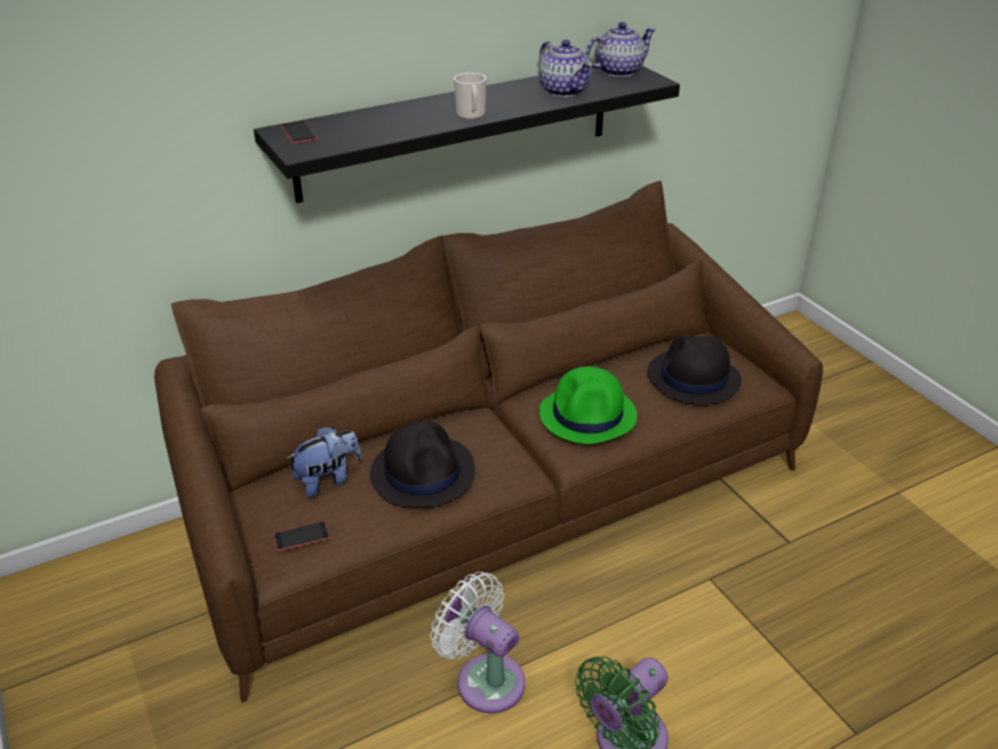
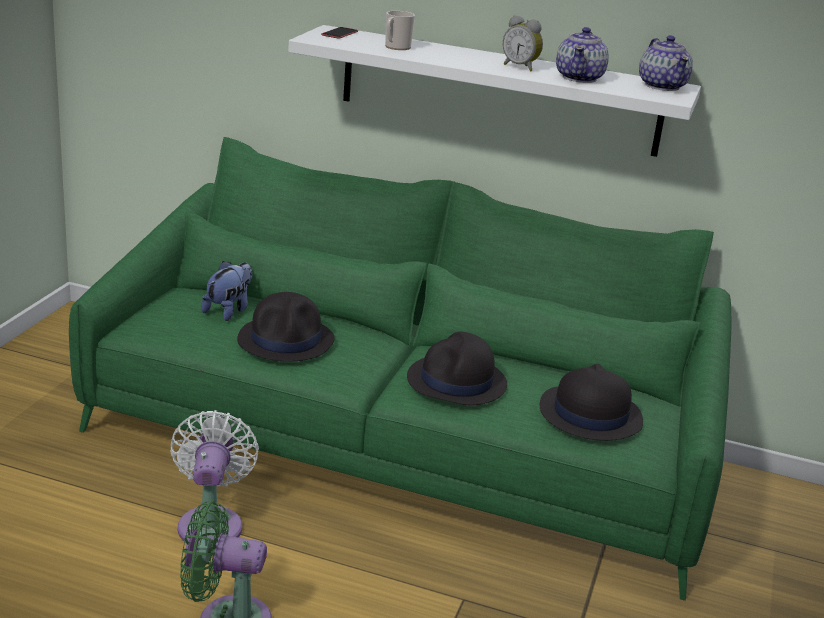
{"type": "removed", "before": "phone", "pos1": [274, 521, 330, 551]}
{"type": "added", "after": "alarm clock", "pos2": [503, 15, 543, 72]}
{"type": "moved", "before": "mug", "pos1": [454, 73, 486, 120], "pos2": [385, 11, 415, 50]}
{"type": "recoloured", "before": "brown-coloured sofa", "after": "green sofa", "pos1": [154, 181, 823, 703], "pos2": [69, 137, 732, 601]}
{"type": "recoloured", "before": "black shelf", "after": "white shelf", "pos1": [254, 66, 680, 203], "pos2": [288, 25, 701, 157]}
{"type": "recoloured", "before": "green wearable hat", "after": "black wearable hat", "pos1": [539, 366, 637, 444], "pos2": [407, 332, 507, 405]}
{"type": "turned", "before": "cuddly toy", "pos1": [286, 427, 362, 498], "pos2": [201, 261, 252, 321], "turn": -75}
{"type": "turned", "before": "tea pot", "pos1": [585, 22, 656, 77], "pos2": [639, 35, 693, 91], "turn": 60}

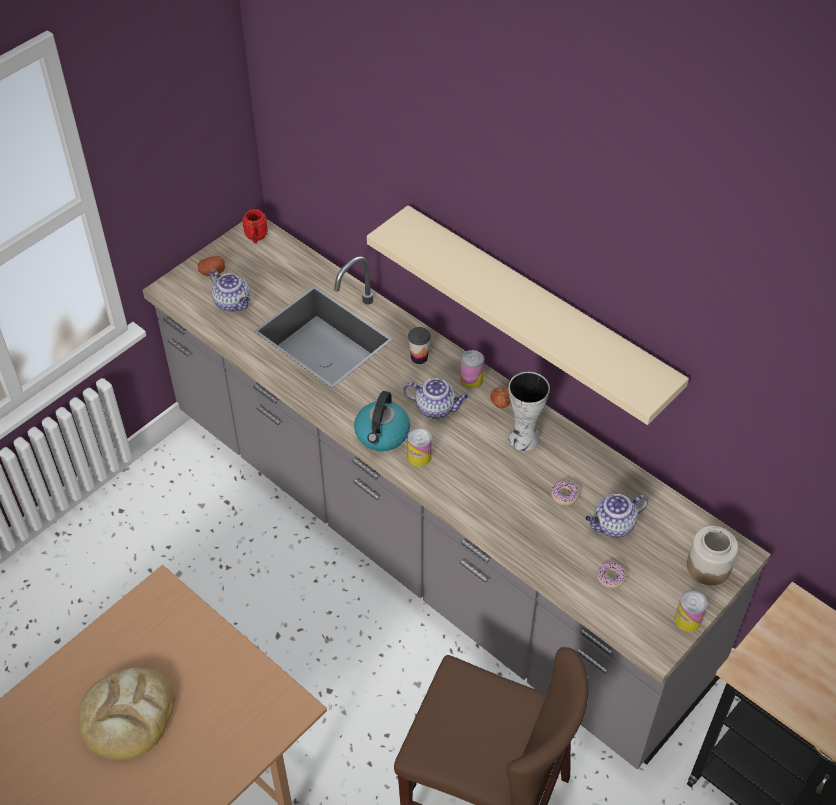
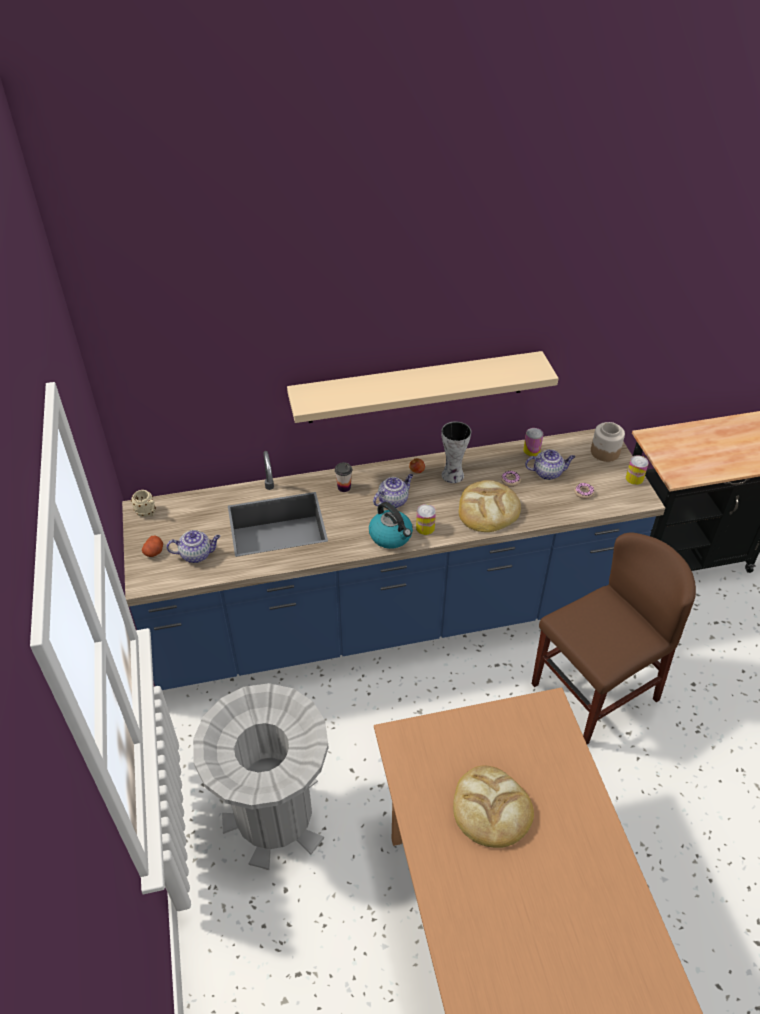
{"type": "added", "after": "grey rubbish bin", "pos2": [193, 683, 328, 870]}
{"type": "added", "after": "bakery bread", "pos2": [459, 480, 521, 532]}
{"type": "moved", "before": "can", "pos1": [460, 350, 484, 388], "pos2": [523, 428, 543, 456]}
{"type": "recoloured", "before": "grey kitchen base unit", "after": "blue-coloured kitchen base unit", "pos1": [143, 219, 771, 769], "pos2": [122, 429, 665, 690]}
{"type": "recoloured", "before": "red-coloured mug", "after": "beige mug", "pos1": [242, 209, 268, 243], "pos2": [131, 490, 156, 517]}
{"type": "turned", "before": "tea pot", "pos1": [585, 494, 648, 538], "pos2": [525, 449, 575, 480], "turn": -105}

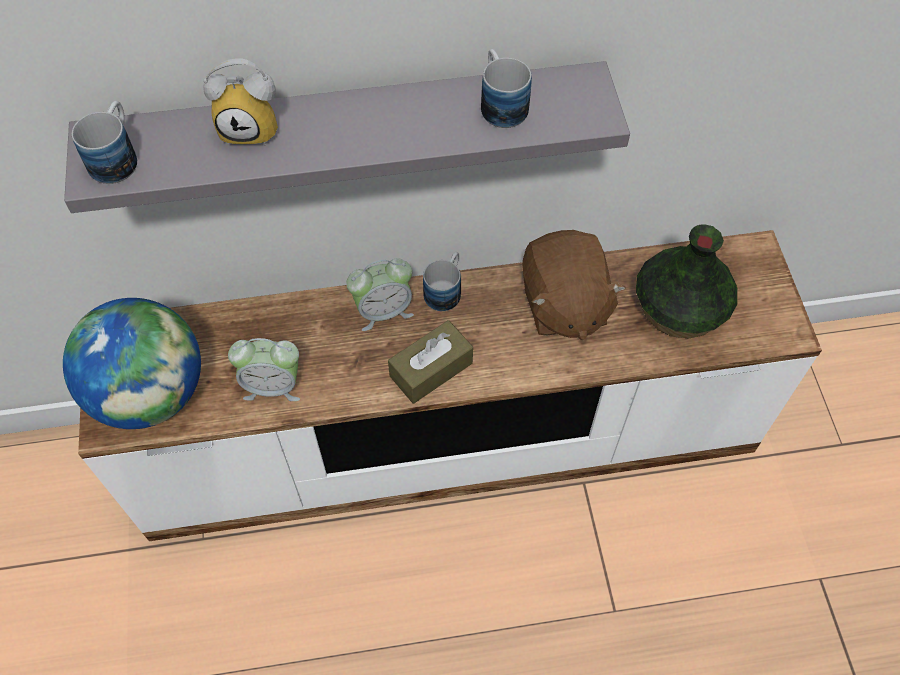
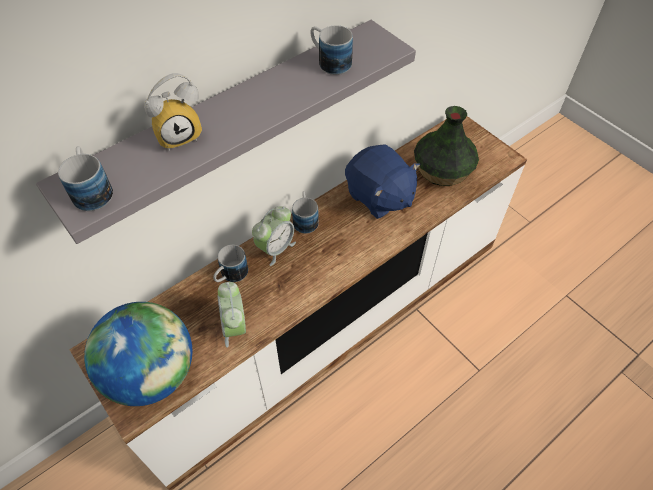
{"type": "removed", "before": "brown-coloured tissue box", "pos1": [388, 320, 473, 404]}
{"type": "added", "after": "mug", "pos2": [213, 245, 248, 282]}
{"type": "recoloured", "before": "brown-coloured cuddly toy", "after": "blue-coloured cuddly toy", "pos1": [522, 230, 626, 340], "pos2": [345, 144, 420, 219]}
{"type": "turned", "before": "alarm clock", "pos1": [228, 338, 300, 401], "pos2": [217, 282, 246, 348], "turn": 105}

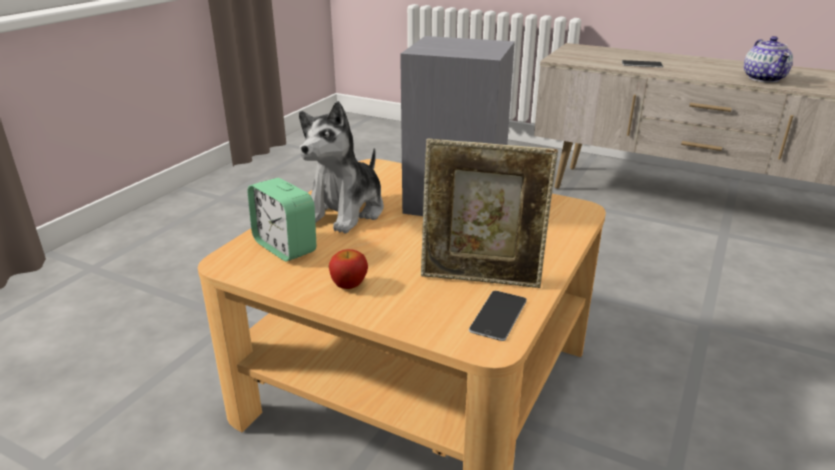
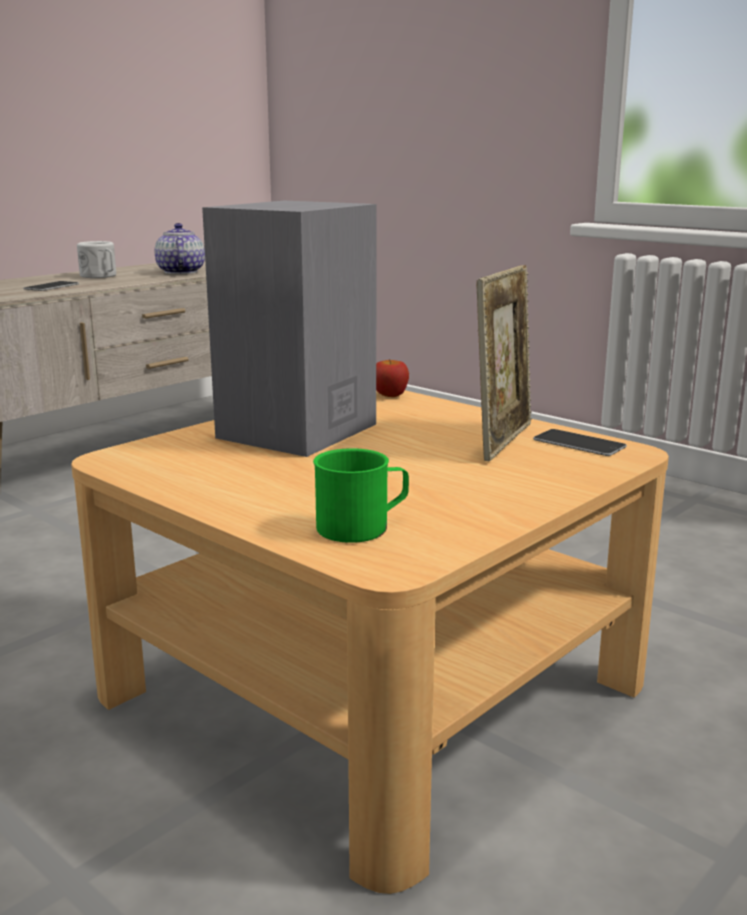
{"type": "removed", "before": "cuddly toy", "pos1": [299, 101, 384, 234]}
{"type": "added", "after": "white mug", "pos2": [77, 241, 116, 278]}
{"type": "moved", "before": "whole apple", "pos1": [329, 249, 368, 289], "pos2": [376, 359, 409, 397]}
{"type": "replaced", "before": "alarm clock", "after": "green mug", "pos1": [248, 178, 317, 261], "pos2": [313, 448, 409, 543]}
{"type": "turned", "before": "tea pot", "pos1": [744, 36, 793, 83], "pos2": [155, 223, 205, 274], "turn": -120}

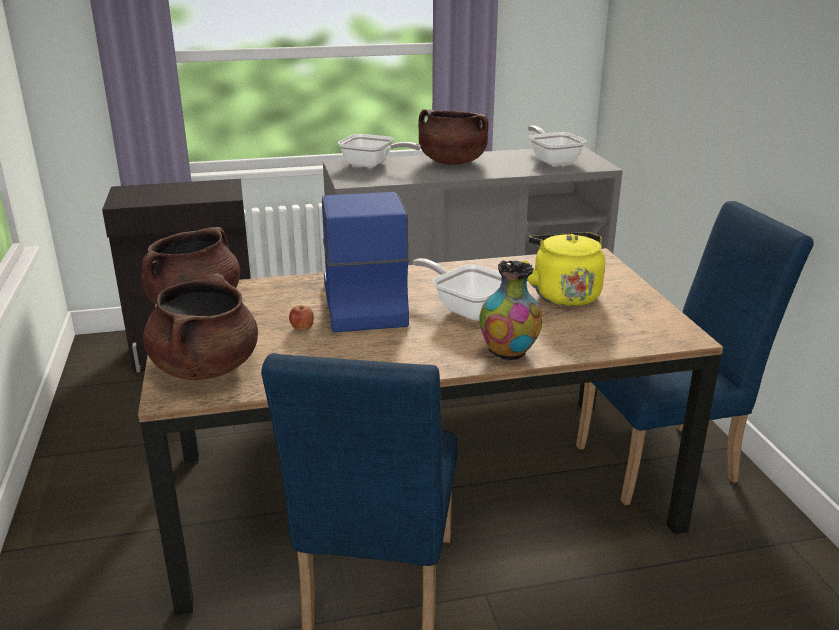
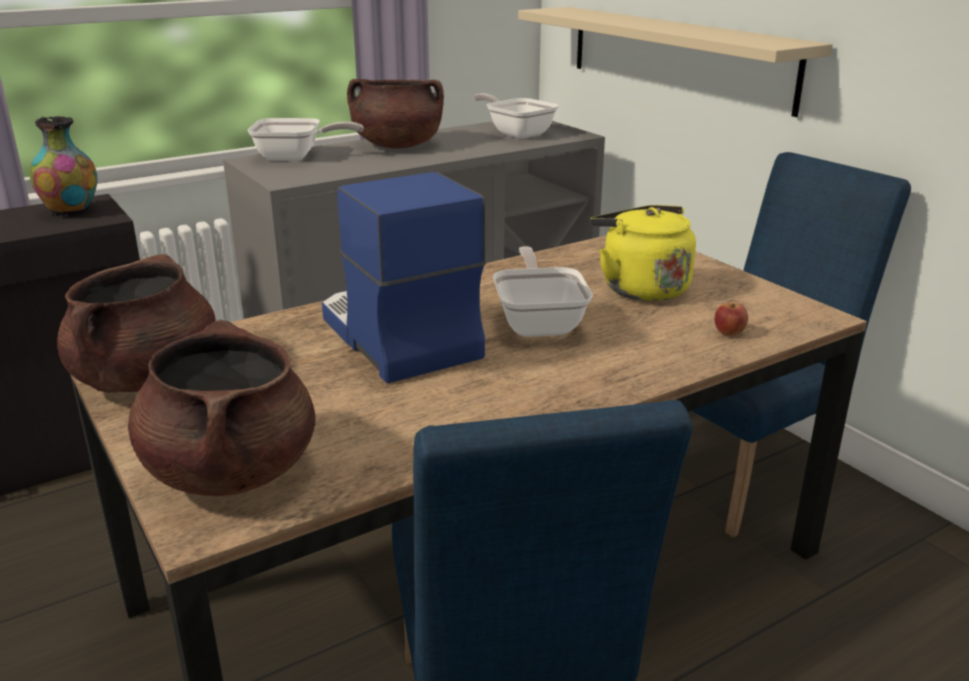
{"type": "added", "after": "beige shelf", "pos2": [518, 7, 833, 117]}
{"type": "moved", "before": "whole apple", "pos1": [289, 305, 314, 330], "pos2": [715, 302, 748, 336]}
{"type": "moved", "before": "decorative vase", "pos1": [479, 261, 543, 361], "pos2": [30, 116, 97, 216]}
{"type": "turned", "before": "pan", "pos1": [413, 258, 502, 320], "pos2": [493, 246, 593, 337], "turn": 60}

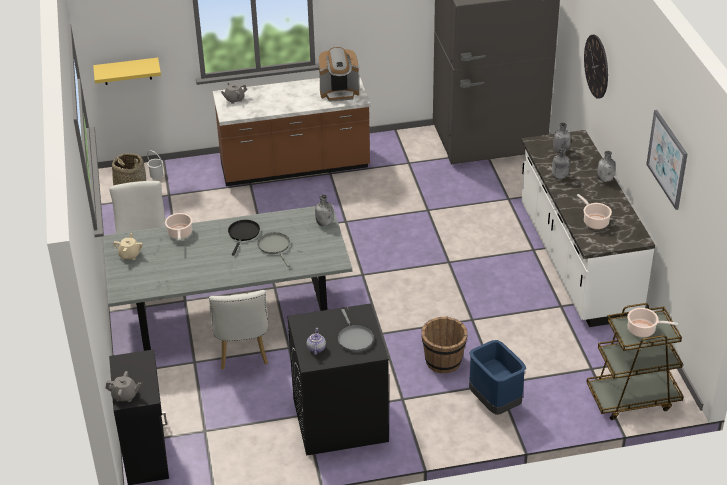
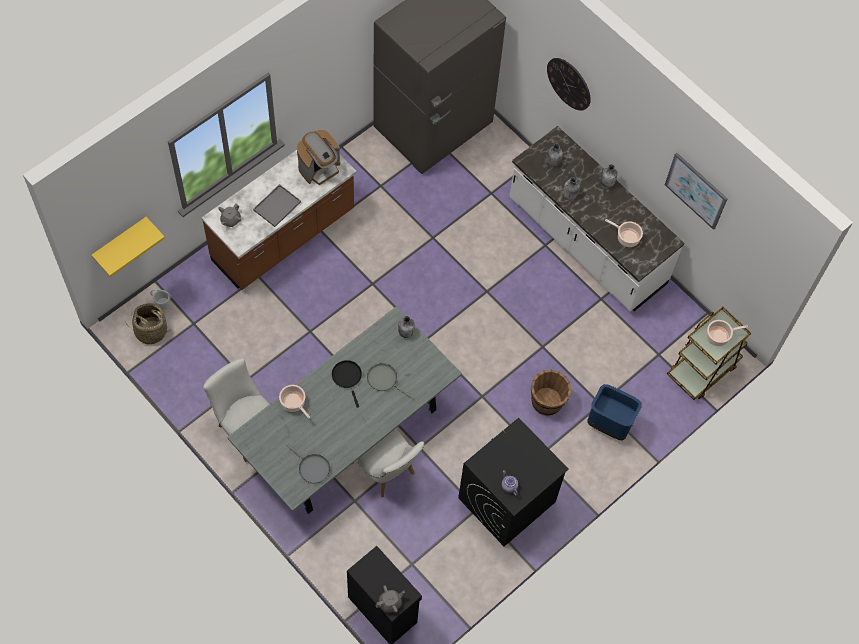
{"type": "removed", "before": "beige tea pot", "pos1": [113, 233, 143, 260]}
{"type": "added", "after": "grey serving tray", "pos2": [253, 184, 301, 227]}
{"type": "moved", "before": "grey pan", "pos1": [338, 309, 374, 352], "pos2": [286, 444, 330, 483]}

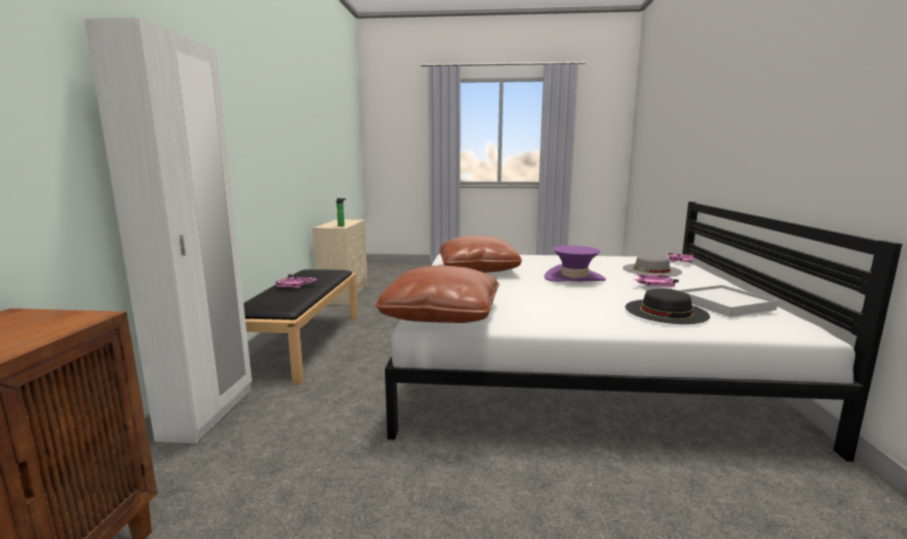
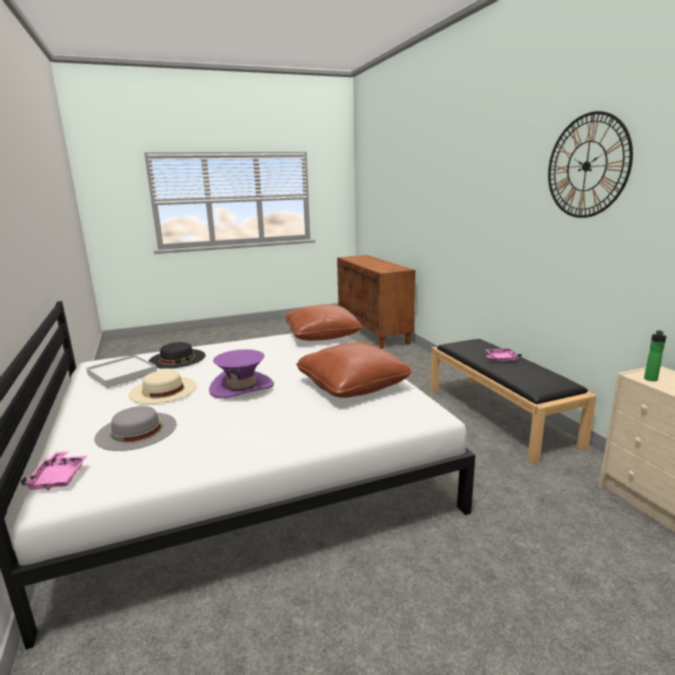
{"type": "removed", "before": "white wardrobe", "pos1": [84, 17, 252, 444]}
{"type": "added", "after": "wall clock", "pos2": [548, 111, 633, 218]}
{"type": "replaced", "before": "pink-coloured serving tray", "after": "beige wearable hat", "pos1": [633, 274, 679, 287], "pos2": [129, 370, 196, 404]}

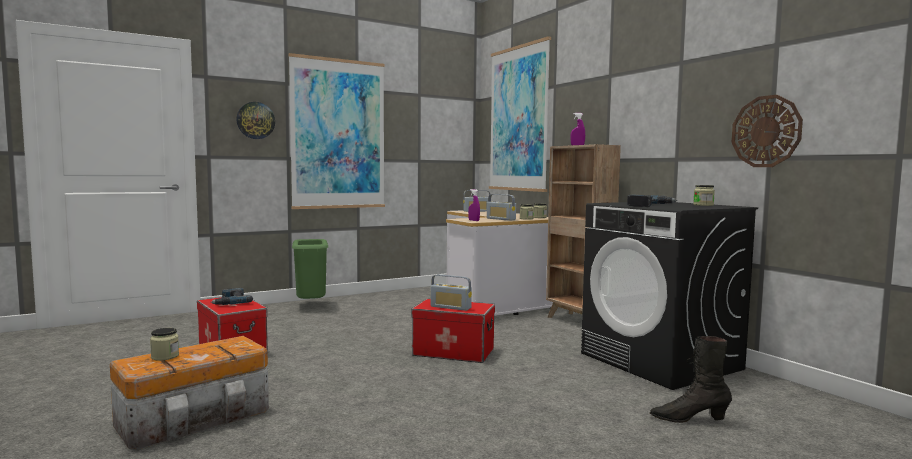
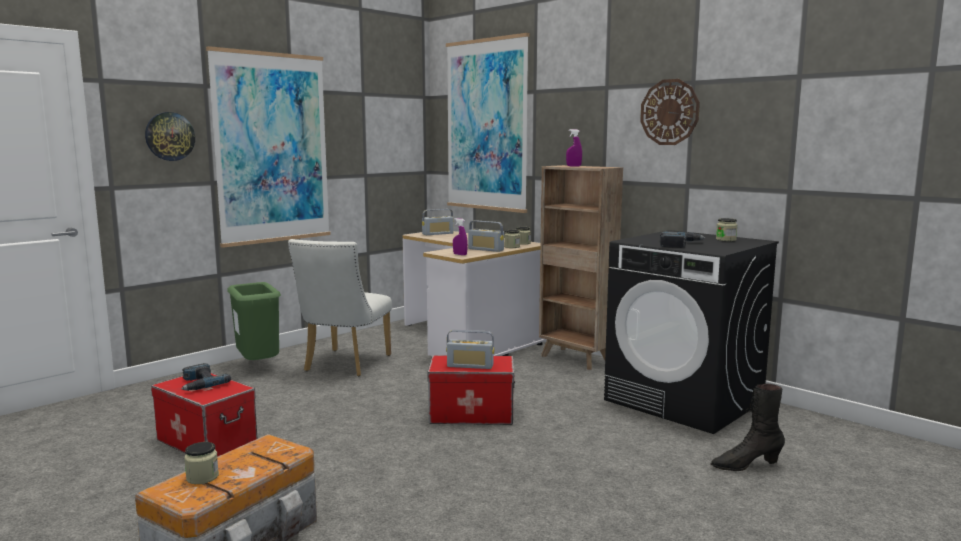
{"type": "added", "after": "white plain chair", "pos2": [288, 239, 392, 376]}
{"type": "moved", "before": "wall clock", "pos1": [732, 95, 803, 167], "pos2": [640, 79, 700, 145]}

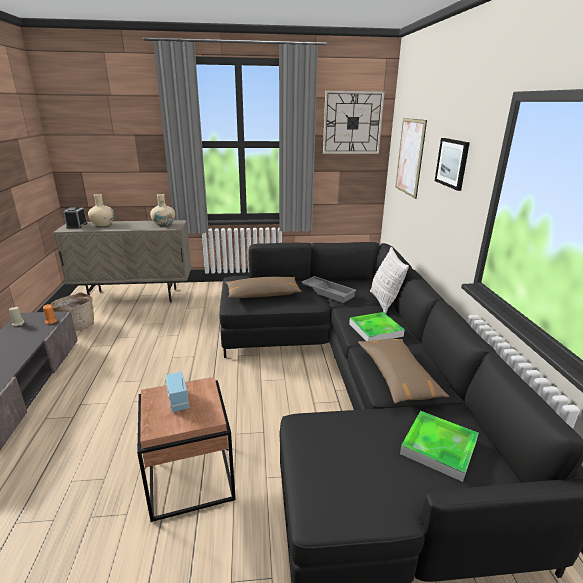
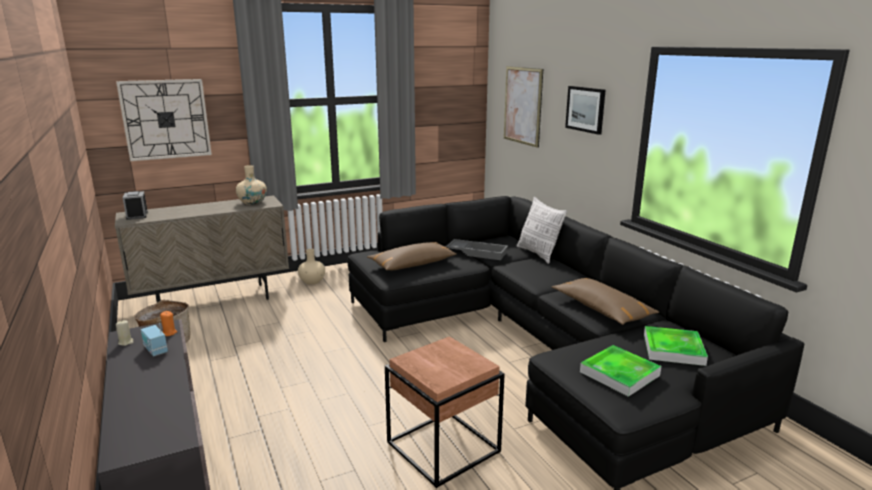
{"type": "moved", "before": "beige decorative vase", "pos1": [88, 194, 114, 226], "pos2": [298, 249, 325, 284]}
{"type": "moved", "before": "radio", "pos1": [166, 372, 189, 412], "pos2": [141, 323, 168, 356]}
{"type": "moved", "before": "wall clock", "pos1": [323, 91, 385, 154], "pos2": [116, 79, 212, 161]}
{"type": "moved", "before": "serving tray", "pos1": [349, 312, 405, 341], "pos2": [580, 345, 661, 397]}

